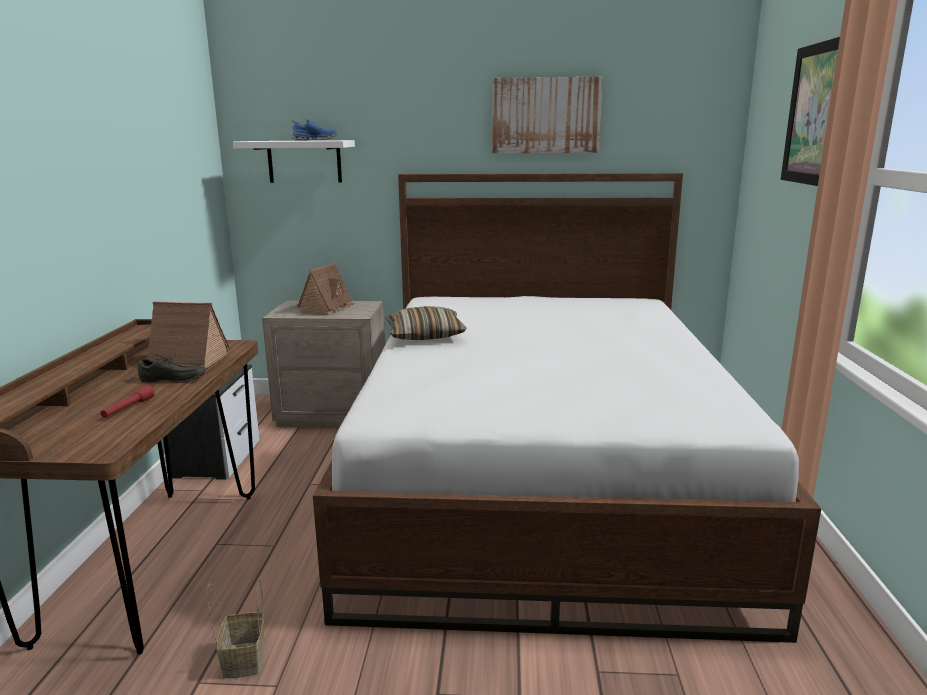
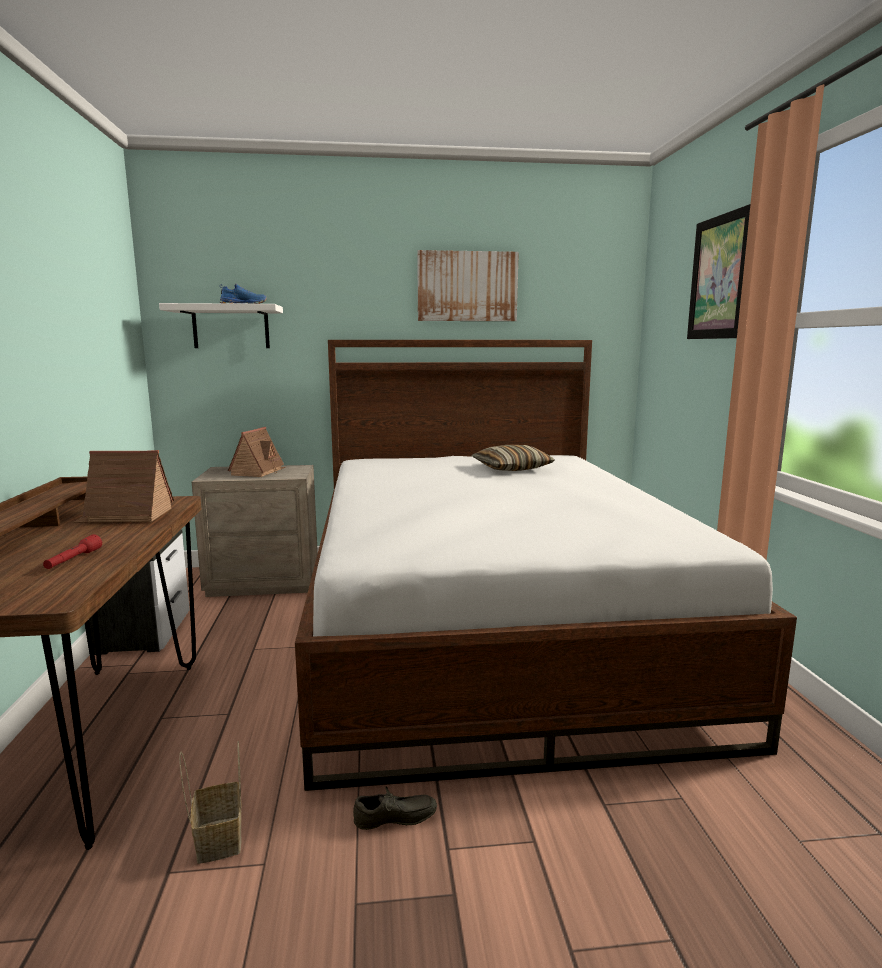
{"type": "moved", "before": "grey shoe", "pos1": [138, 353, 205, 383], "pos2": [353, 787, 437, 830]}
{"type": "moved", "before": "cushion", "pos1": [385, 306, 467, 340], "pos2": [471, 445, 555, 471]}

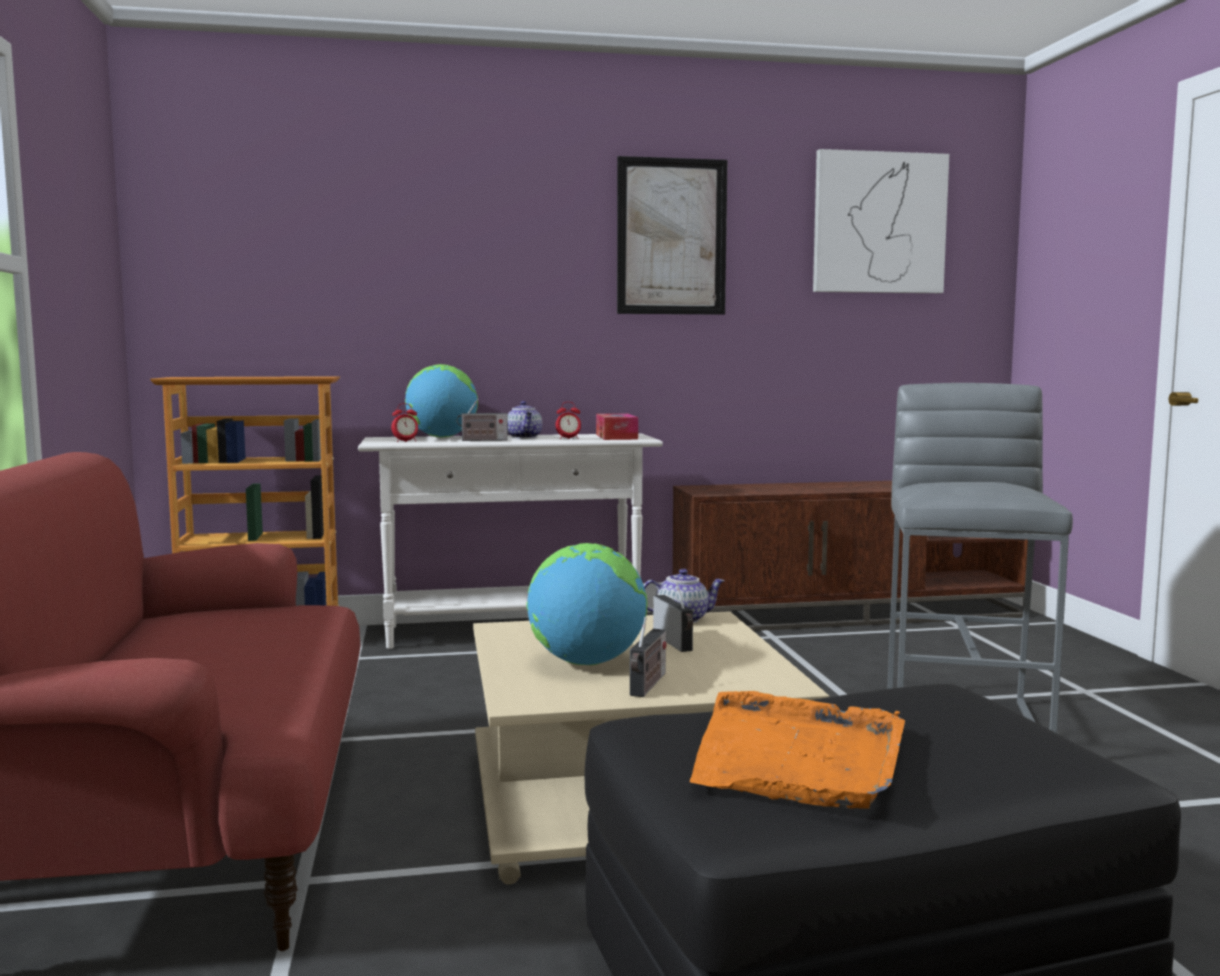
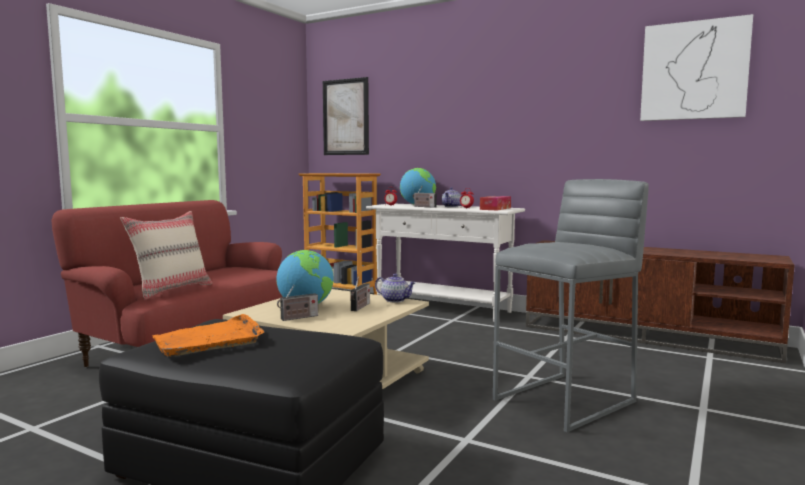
{"type": "added", "after": "beige cushion", "pos2": [120, 211, 213, 300]}
{"type": "moved", "before": "wall picture", "pos1": [617, 156, 727, 315], "pos2": [323, 77, 369, 155]}

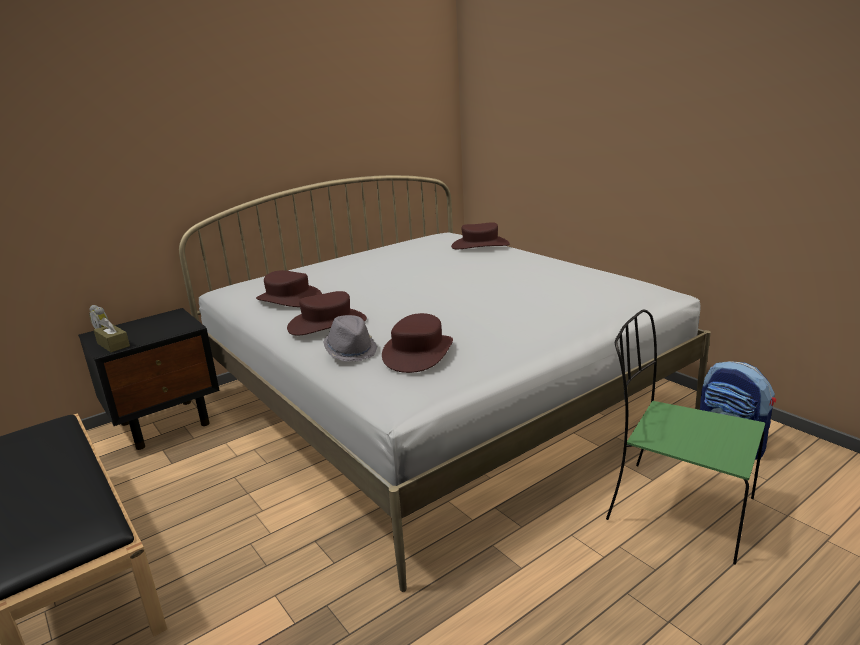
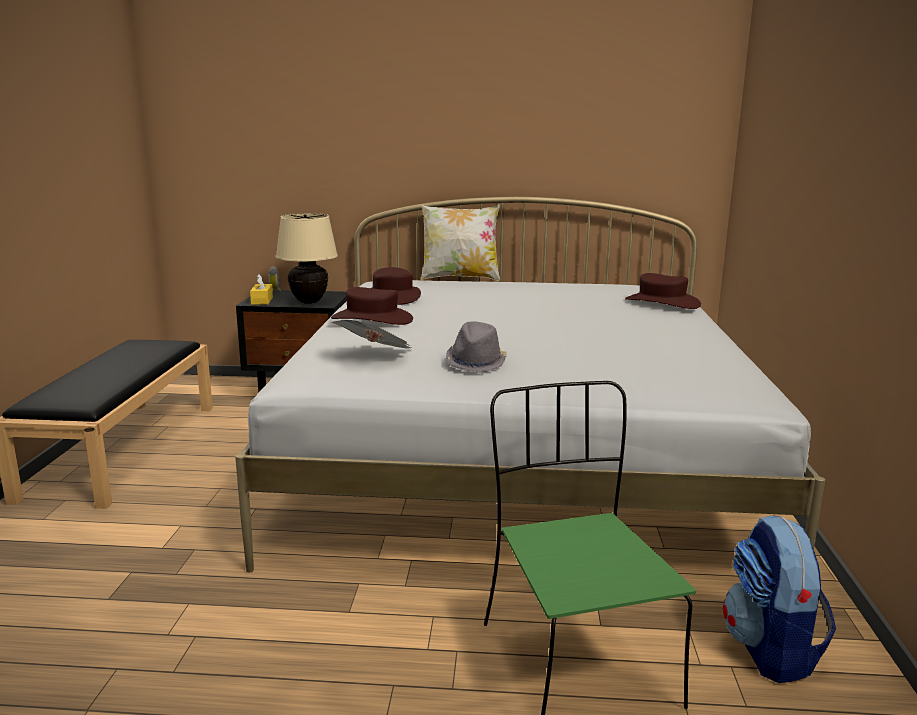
{"type": "added", "after": "beige tabletop lamp", "pos2": [276, 213, 338, 304]}
{"type": "added", "after": "cushion", "pos2": [421, 204, 500, 281]}
{"type": "moved", "before": "grey wearable hat", "pos1": [323, 315, 378, 362], "pos2": [445, 322, 507, 373]}
{"type": "replaced", "before": "brown-coloured wearable hat", "after": "daily paper", "pos1": [382, 313, 453, 373], "pos2": [332, 320, 411, 348]}
{"type": "recoloured", "before": "brown-coloured tissue box", "after": "yellowish tissue box", "pos1": [94, 317, 130, 352], "pos2": [250, 274, 273, 305]}

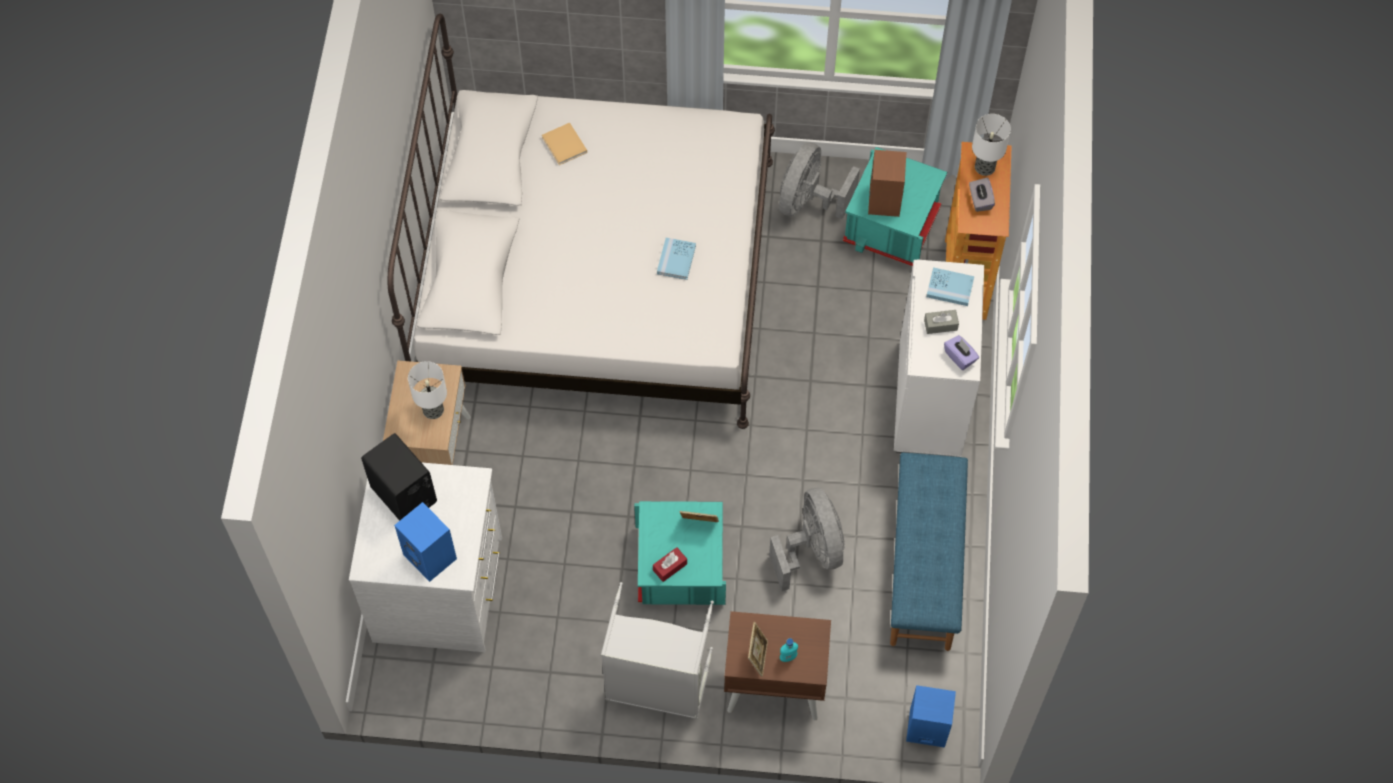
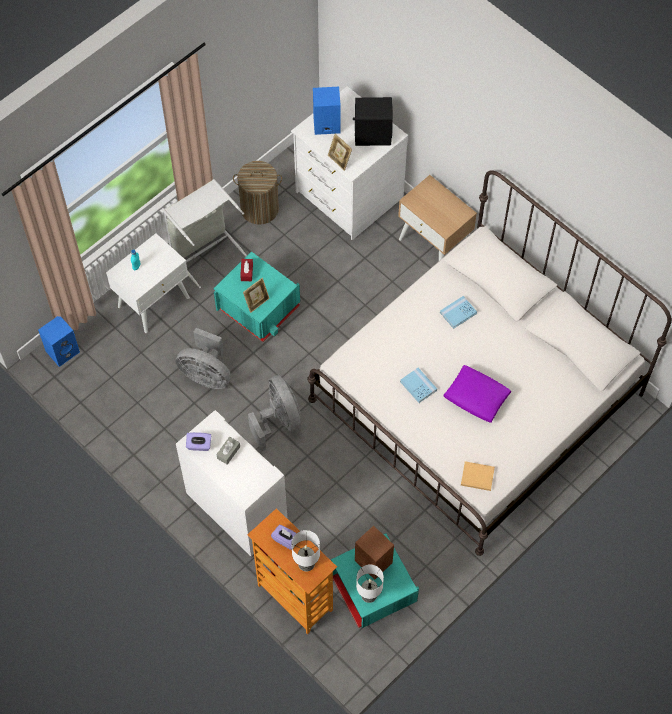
{"type": "removed", "before": "blue-coloured bench", "pos1": [890, 452, 968, 651]}
{"type": "added", "after": "laundry basket", "pos2": [233, 161, 282, 225]}
{"type": "added", "after": "purple-coloured cushion", "pos2": [444, 365, 511, 423]}
{"type": "moved", "before": "tabletop lamp", "pos1": [408, 361, 447, 419], "pos2": [356, 564, 384, 603]}
{"type": "moved", "before": "beige bound book", "pos1": [542, 123, 587, 165], "pos2": [461, 461, 495, 491]}
{"type": "moved", "before": "photo frame", "pos1": [748, 622, 768, 677], "pos2": [328, 134, 352, 171]}
{"type": "moved", "before": "grey fan", "pos1": [779, 142, 860, 219], "pos2": [248, 375, 301, 451]}
{"type": "moved", "before": "blue-coloured bound book", "pos1": [926, 267, 975, 306], "pos2": [440, 296, 477, 329]}
{"type": "recoloured", "before": "brown-coloured nightstand", "after": "white nightstand", "pos1": [724, 611, 831, 720], "pos2": [106, 233, 190, 333]}
{"type": "recoloured", "before": "grey tissue box", "after": "purple-coloured tissue box", "pos1": [969, 177, 995, 212], "pos2": [271, 525, 296, 550]}

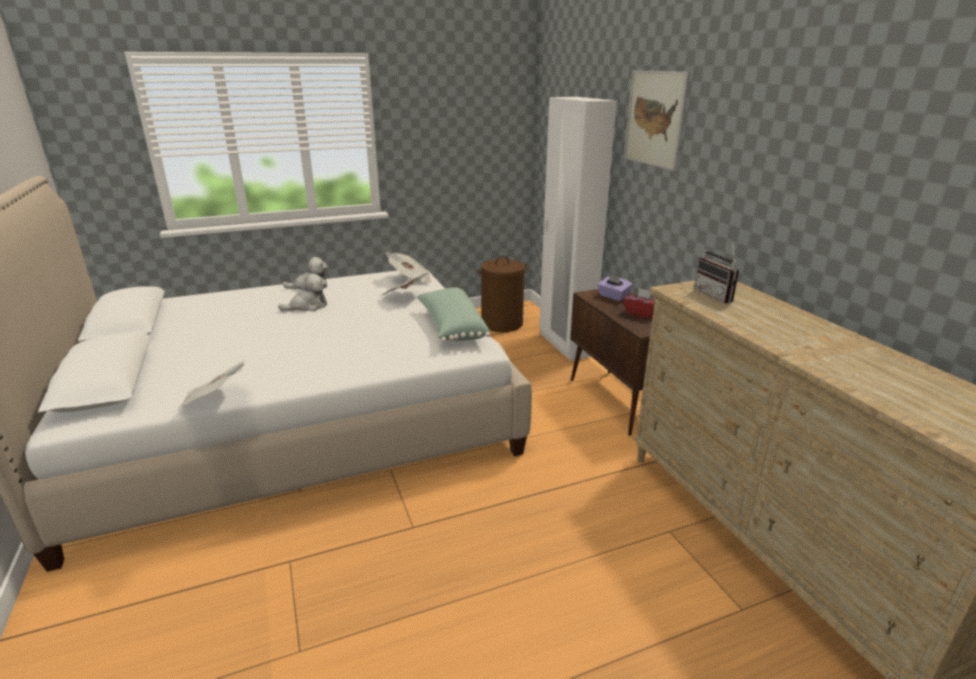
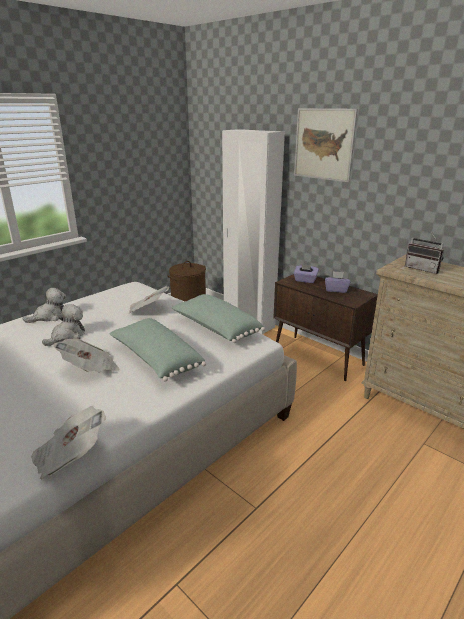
{"type": "added", "after": "green cushion", "pos2": [110, 318, 206, 381]}
{"type": "moved", "before": "daily paper", "pos1": [386, 252, 432, 283], "pos2": [54, 339, 119, 373]}
{"type": "recoloured", "before": "red-coloured tissue box", "after": "purple-coloured tissue box", "pos1": [624, 288, 655, 319], "pos2": [325, 271, 350, 293]}

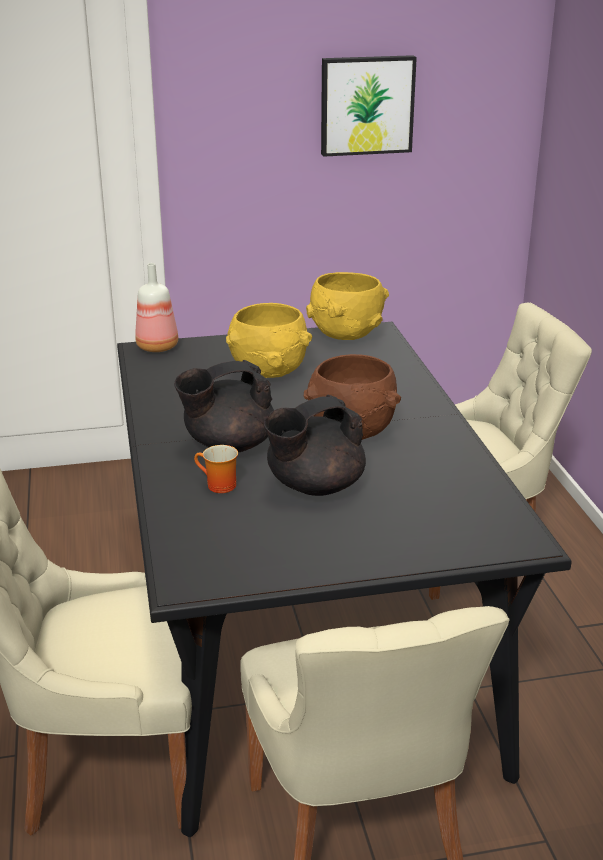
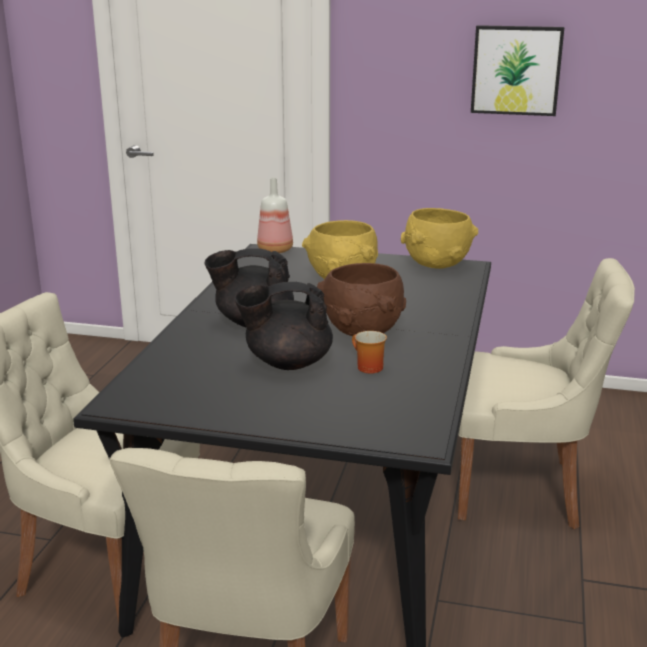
{"type": "moved", "before": "mug", "pos1": [194, 445, 238, 493], "pos2": [352, 331, 387, 373]}

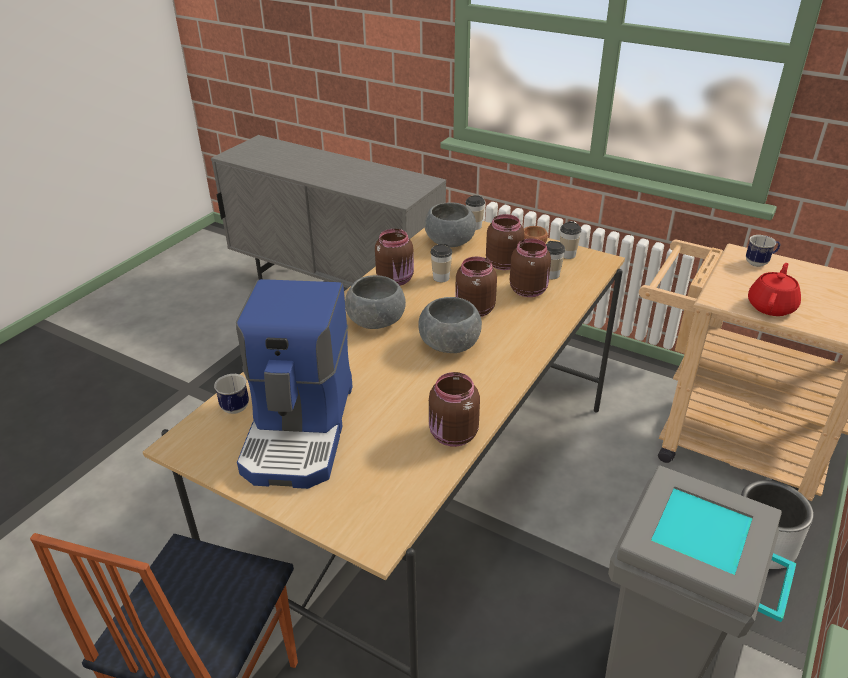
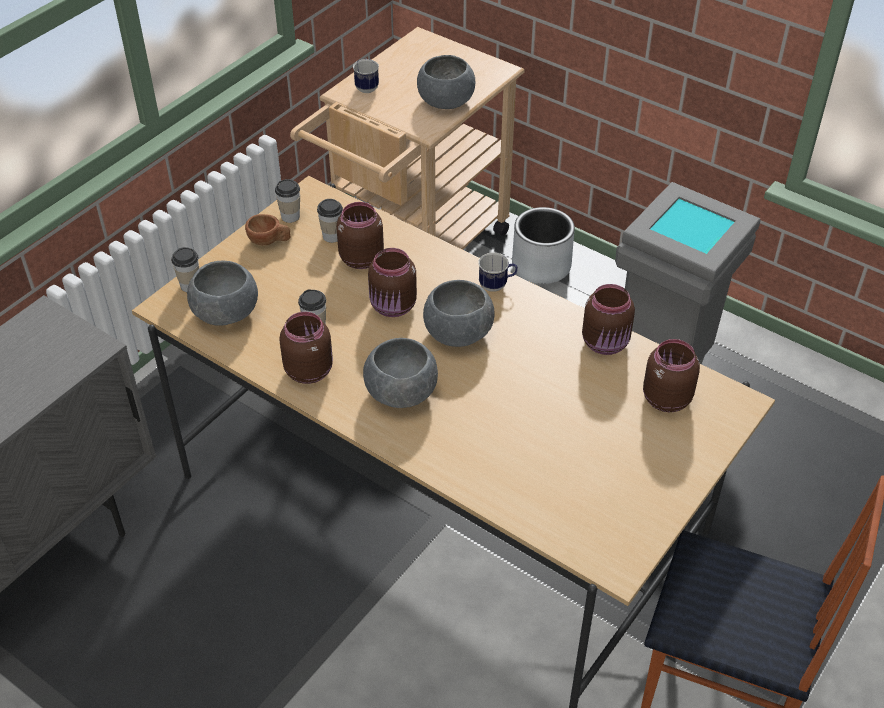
{"type": "removed", "before": "coffee brewer", "pos1": [236, 279, 353, 489]}
{"type": "moved", "before": "mug", "pos1": [214, 374, 249, 414], "pos2": [478, 253, 518, 292]}
{"type": "moved", "before": "brown-coloured preserve jar", "pos1": [486, 214, 524, 270], "pos2": [643, 339, 700, 412]}
{"type": "replaced", "before": "red-coloured tea pot", "after": "grey bowl", "pos1": [748, 263, 801, 316], "pos2": [417, 55, 475, 109]}

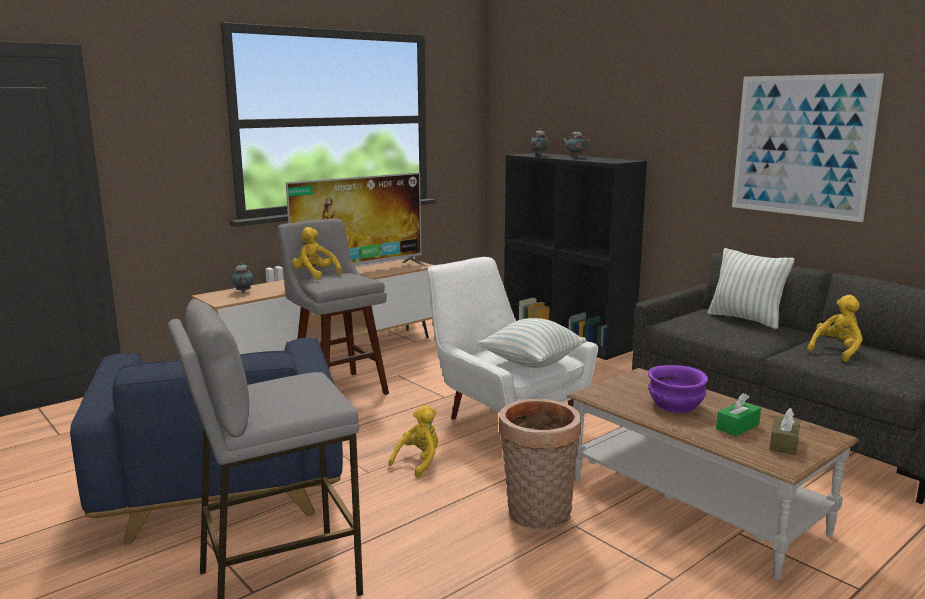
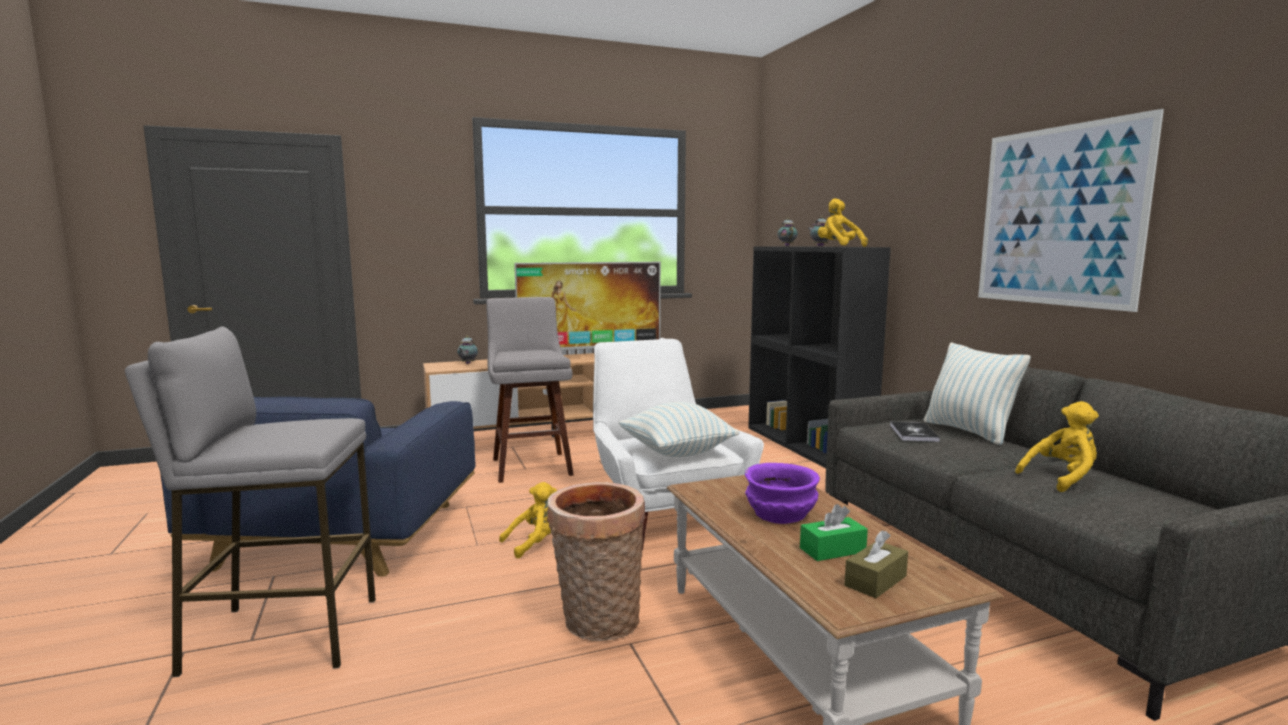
{"type": "added", "after": "bound book", "pos2": [890, 422, 940, 442]}
{"type": "moved", "before": "yellowish cuddly toy", "pos1": [292, 227, 342, 279], "pos2": [818, 198, 868, 247]}

